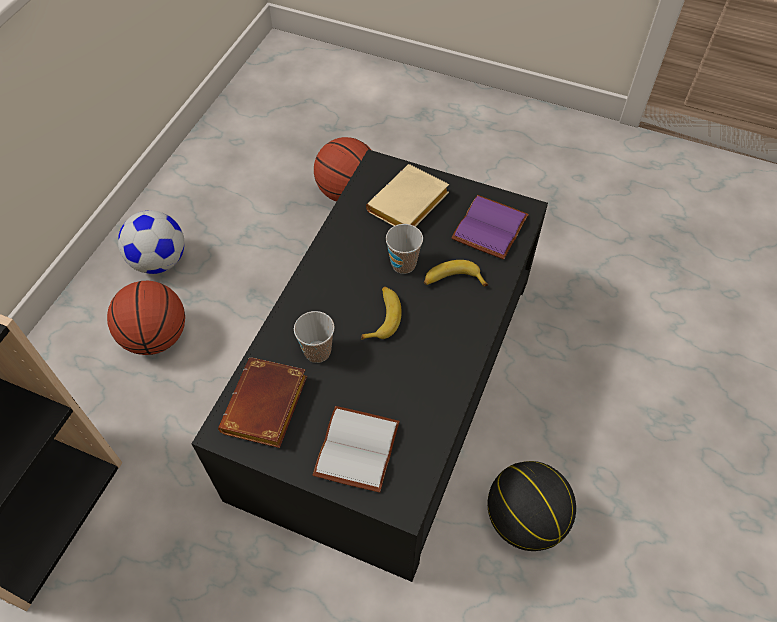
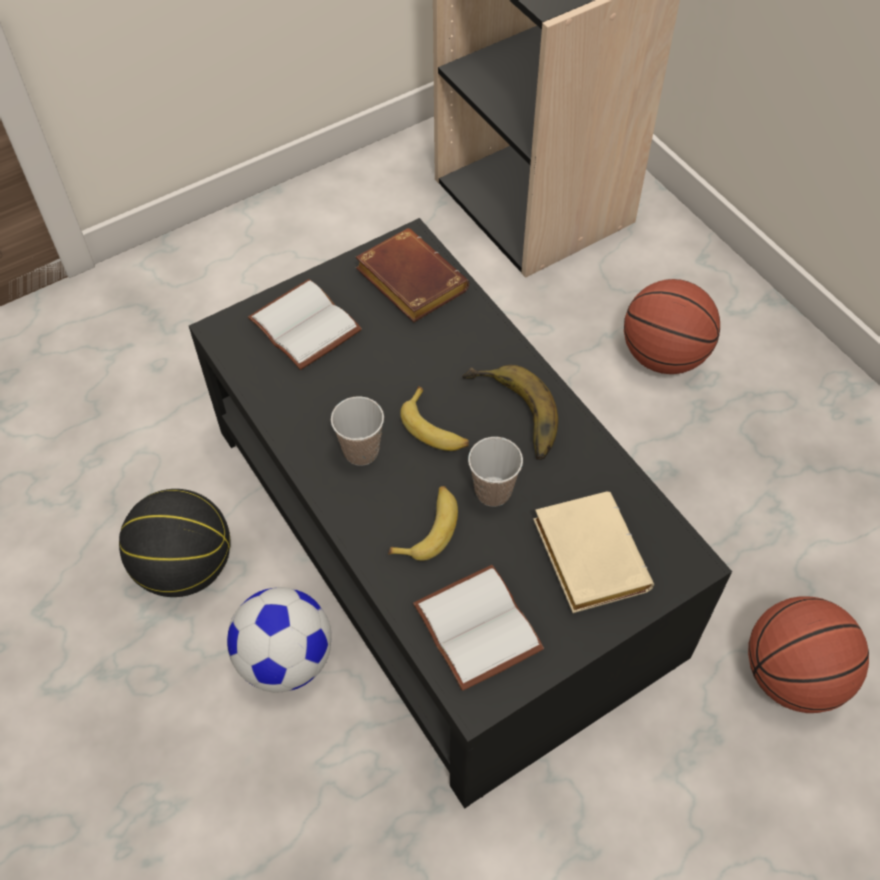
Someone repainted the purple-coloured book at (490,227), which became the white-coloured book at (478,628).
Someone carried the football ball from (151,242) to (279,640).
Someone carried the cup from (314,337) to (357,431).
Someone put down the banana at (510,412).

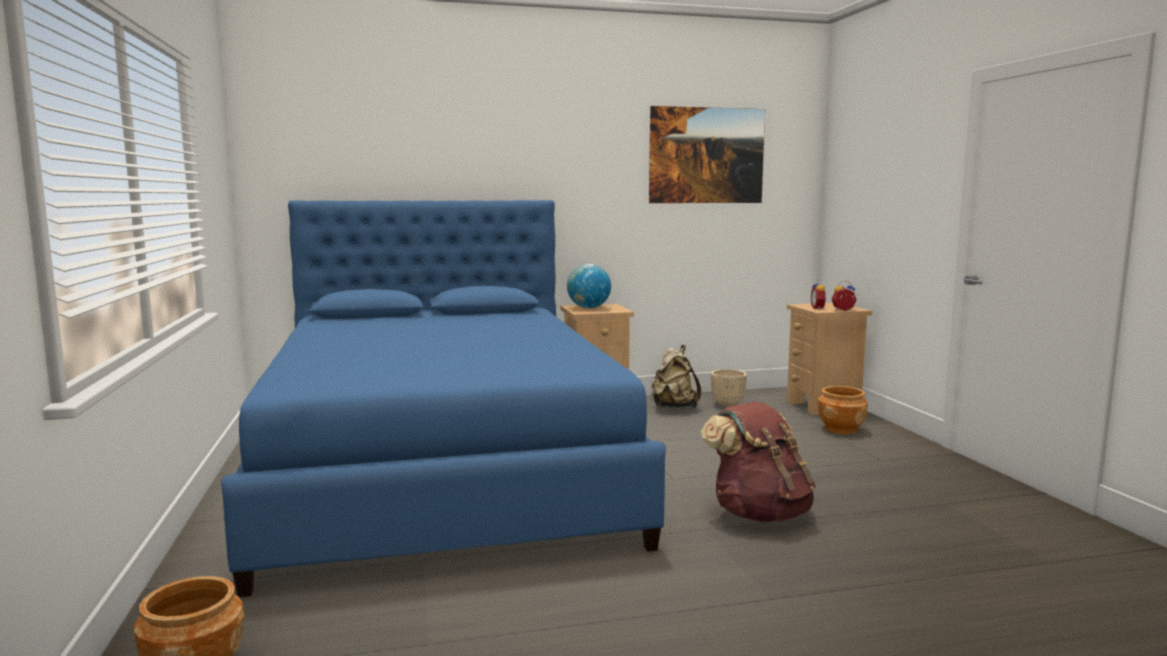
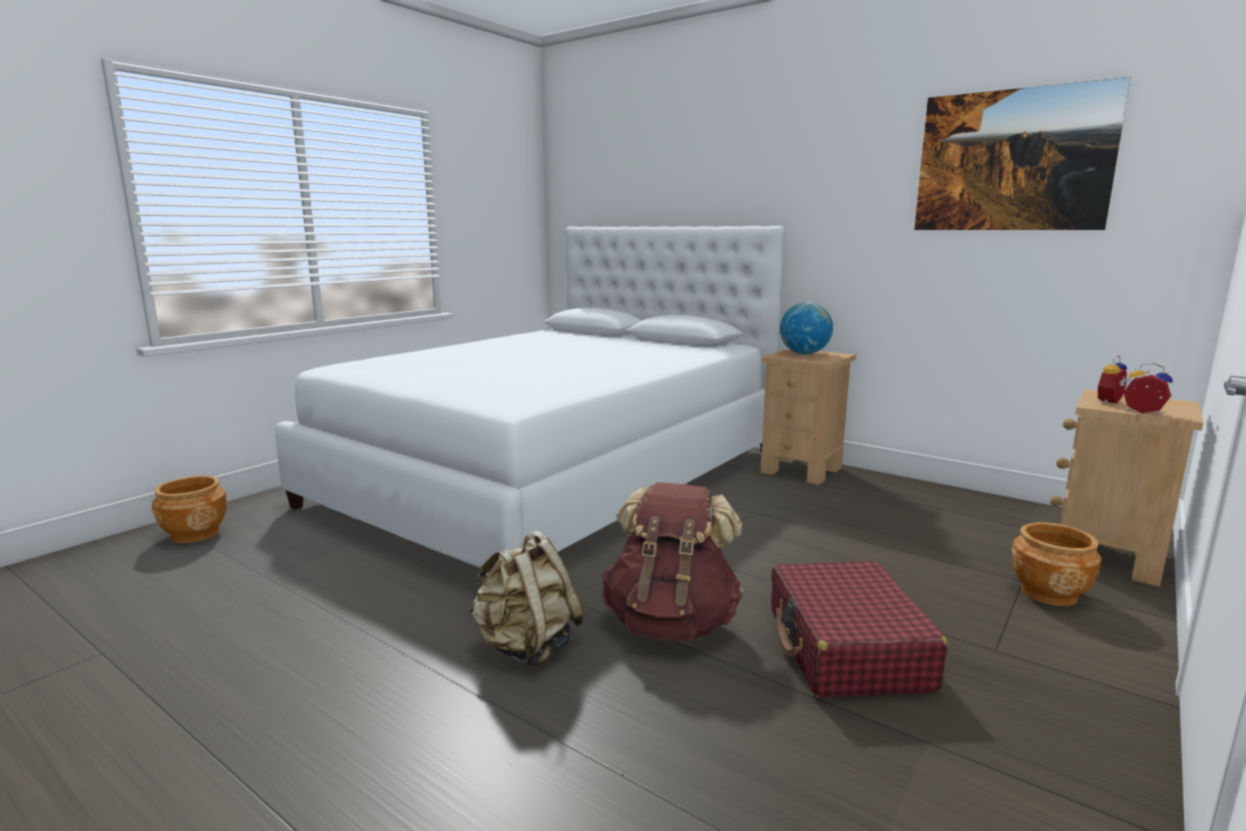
Someone repainted the blue-coloured bedroom bed at (443,398), which became the white-coloured bedroom bed at (530,397).
Someone carried the sand-coloured backpack from (676,376) to (526,599).
Someone took away the sand-coloured planter at (729,388).
Someone put down the red piece of luggage at (859,629).

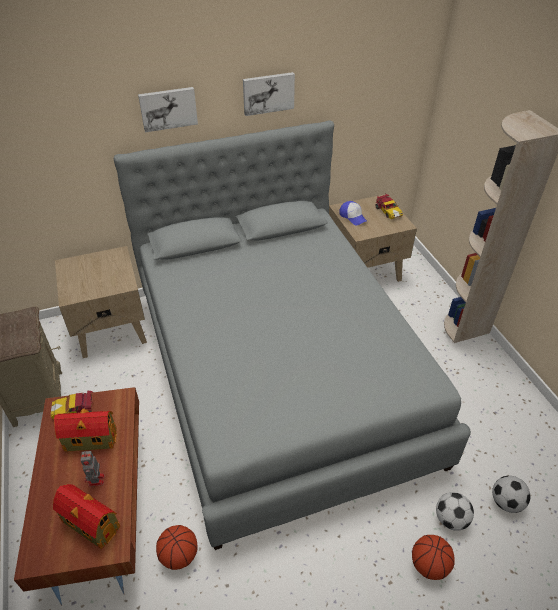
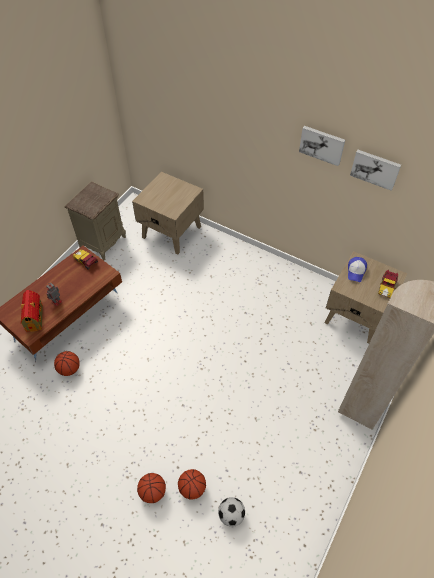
Someone carried the wall art from (168,109) to (375,170).
Someone took away the gray bedroom bed at (292,335).
Someone took away the toy house at (85,430).
Someone swapped the football ball at (455,511) for the basketball at (192,484).

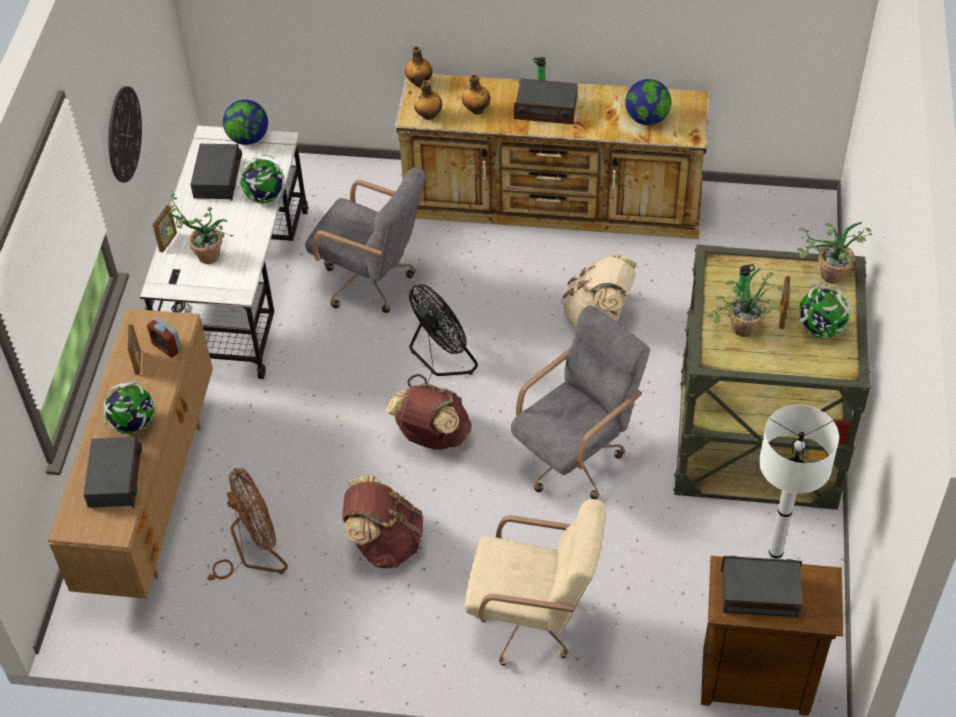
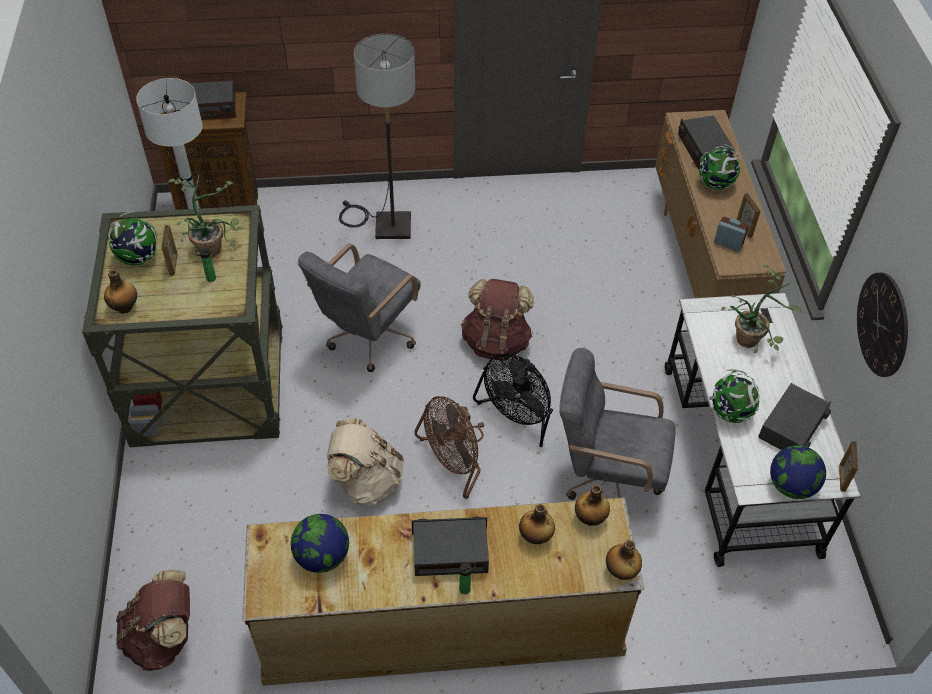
Someone rotated the radio receiver at (216,171) by 135 degrees counterclockwise.
Someone carried the picture frame from (165,229) to (848,466).
Someone swapped the potted plant at (834,253) for the bottle at (120,291).
Someone carried the brownish cooling fan from (247,524) to (449,447).
Someone carried the brownish backpack from (382,521) to (153,620).
Someone swapped the sand-coloured computer chair at (535,582) for the floor lamp at (377,136).

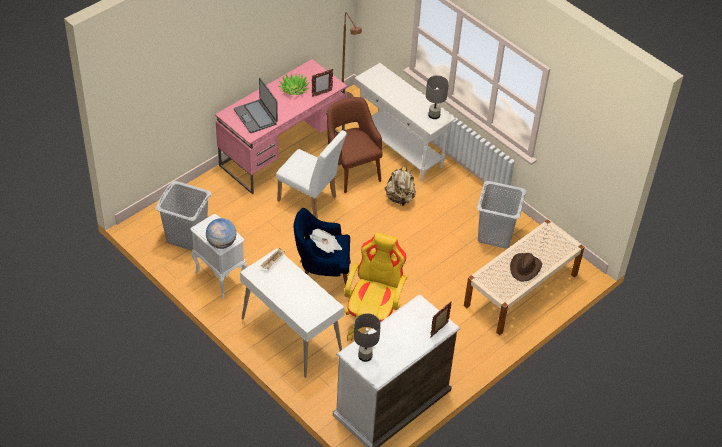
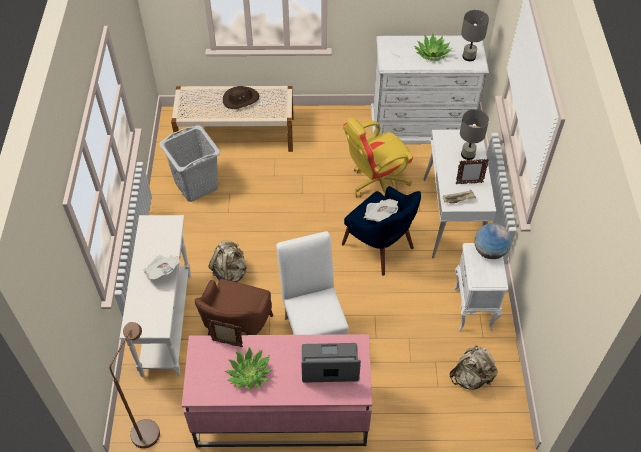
Someone carried the gray tabletop lamp from (437,97) to (474,134).
Someone rotated the notebook computer at (256,105) by 105 degrees counterclockwise.
Someone swapped the gray hamper at (183,216) for the sand-coloured backpack at (473,367).
Someone carried the picture frame from (441,319) to (472,171).
Someone put down the potted plant at (433,47).
Someone put down the daily paper at (161,267).

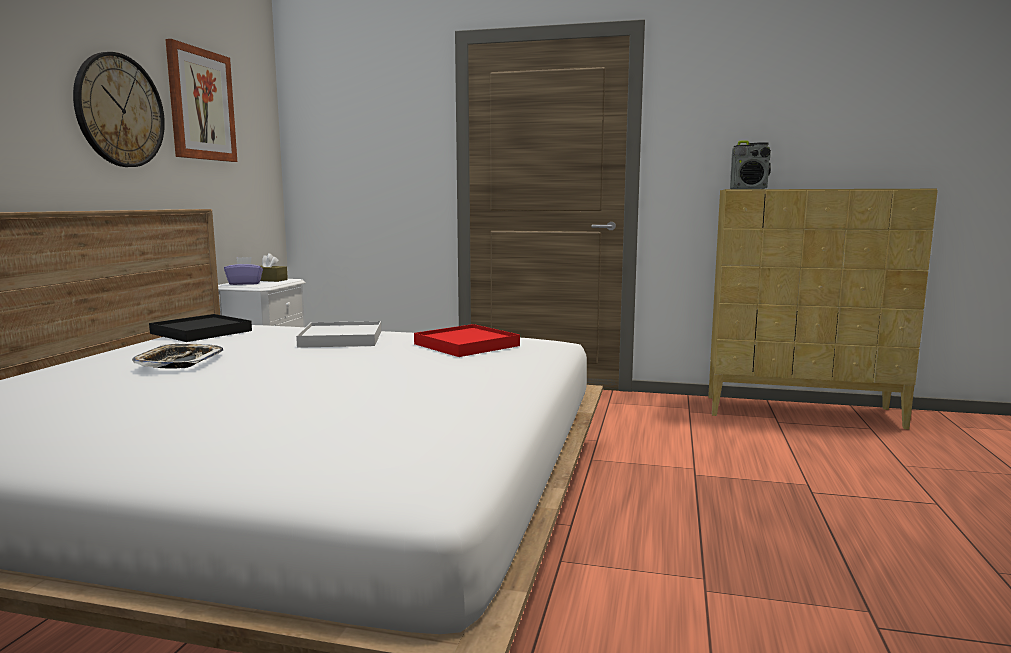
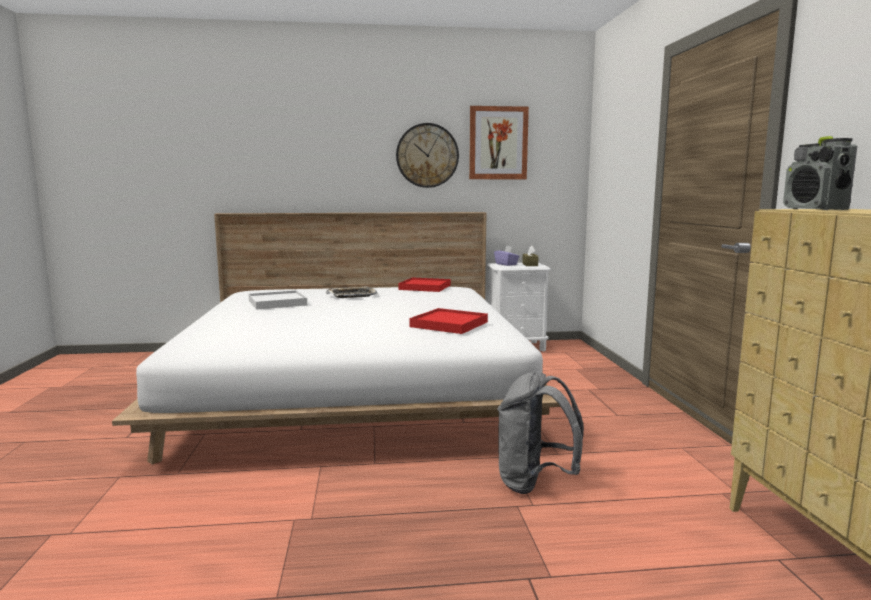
Someone repainted the black-coloured tray at (200,328), which became the red tray at (424,284).
Someone carried the white-coloured tray from (338,334) to (277,300).
Someone put down the gray backpack at (540,433).

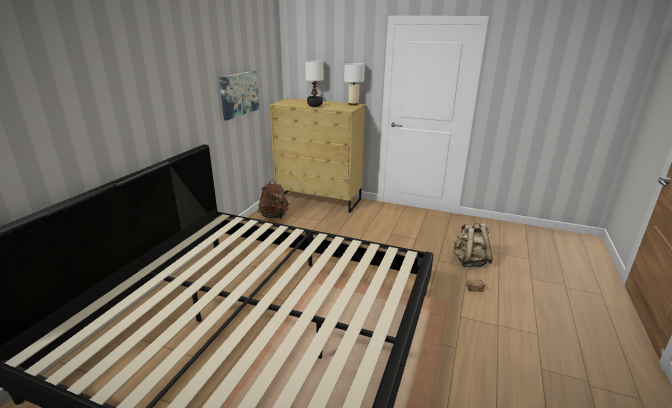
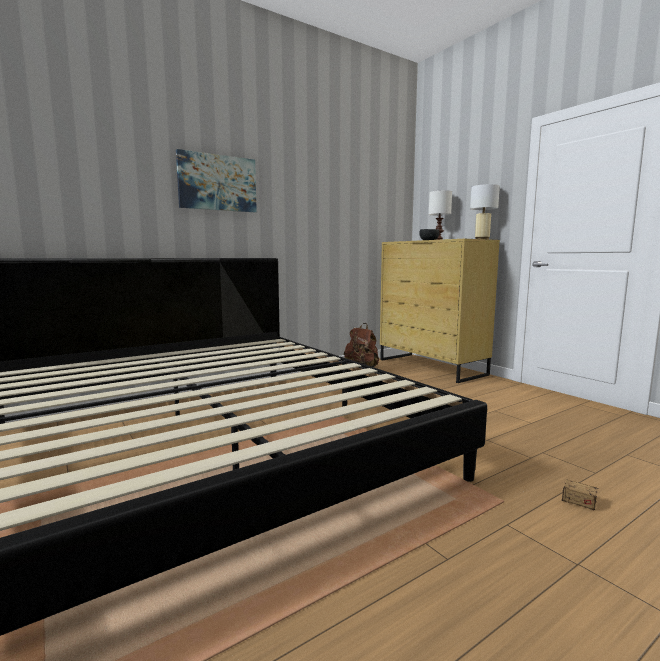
Someone carried the wall art from (239,96) to (216,180).
Someone took away the sand-coloured backpack at (473,245).

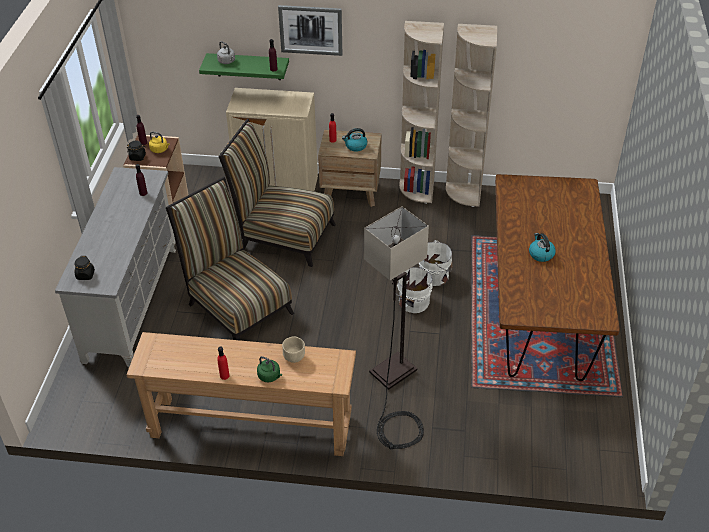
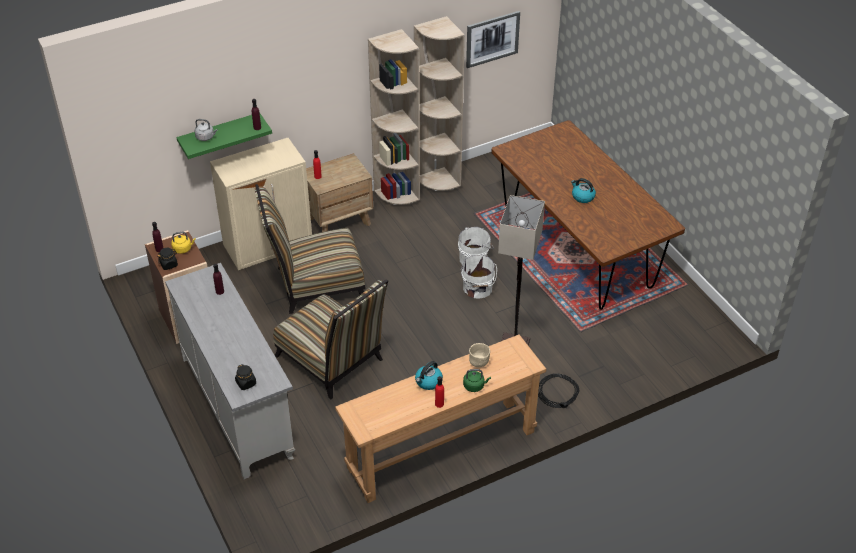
Someone carried the wall art from (310,30) to (493,39).
Someone carried the tea kettle from (354,140) to (429,375).
Someone rotated the chair at (230,258) by 150 degrees counterclockwise.

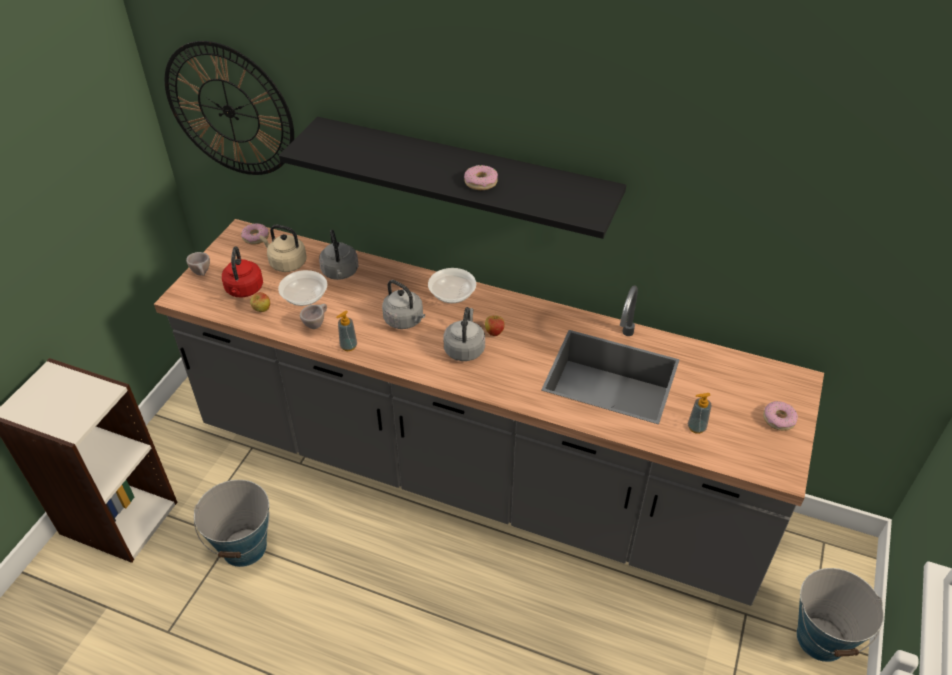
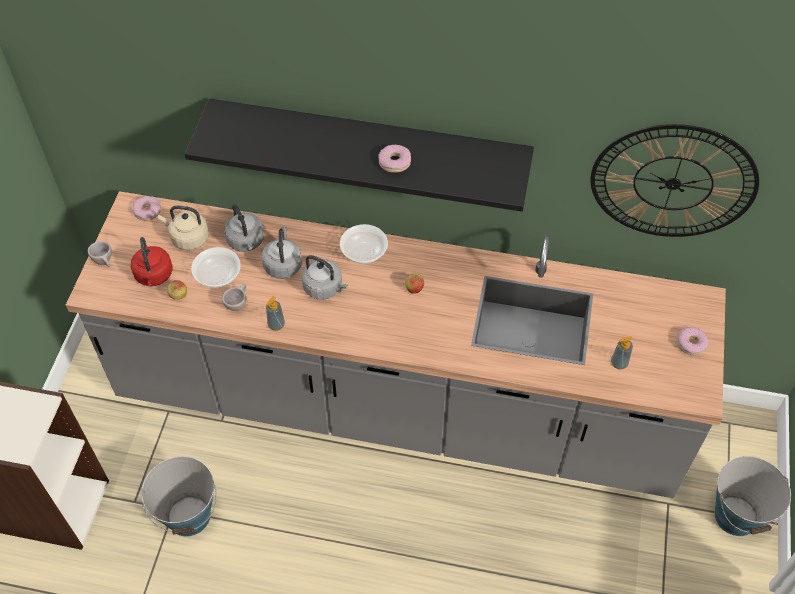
Someone carried the hanging clock from (229,108) to (675,180).
Someone carried the gray tea kettle from (464,334) to (282,252).

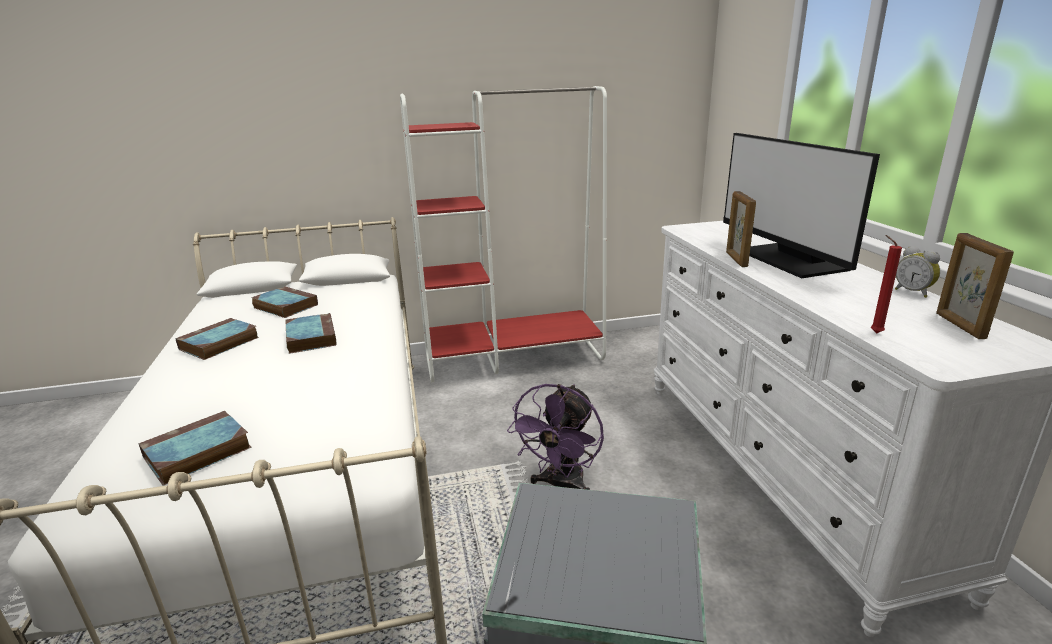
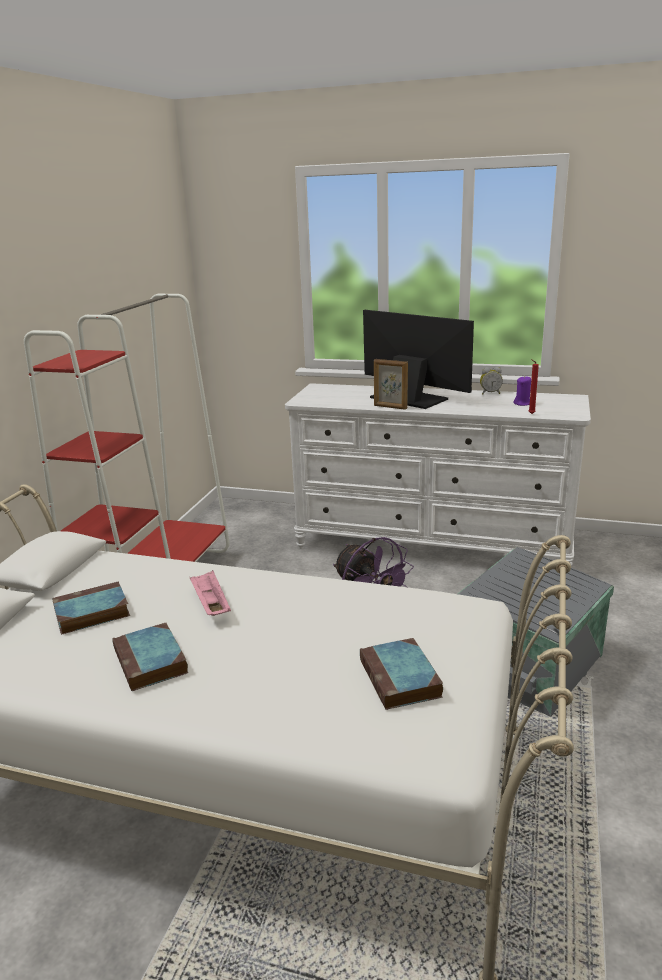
Someone rotated the computer display at (801,205) by 150 degrees counterclockwise.
Someone took away the picture frame at (975,286).
Someone swapped the book at (310,333) for the pink tray at (210,593).
Someone put down the purple-coloured candle at (522,391).

